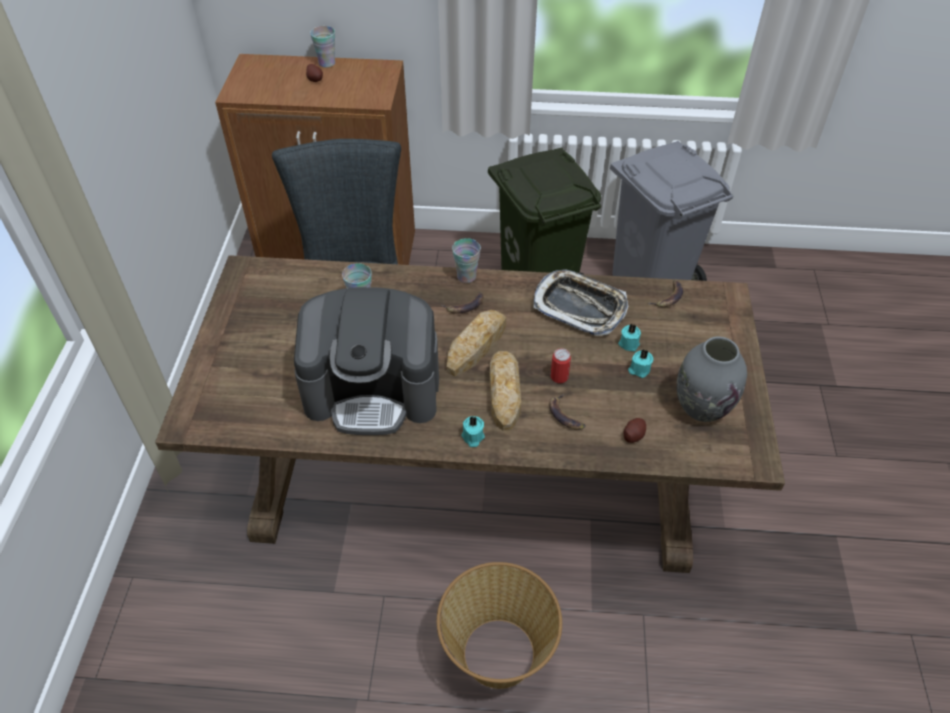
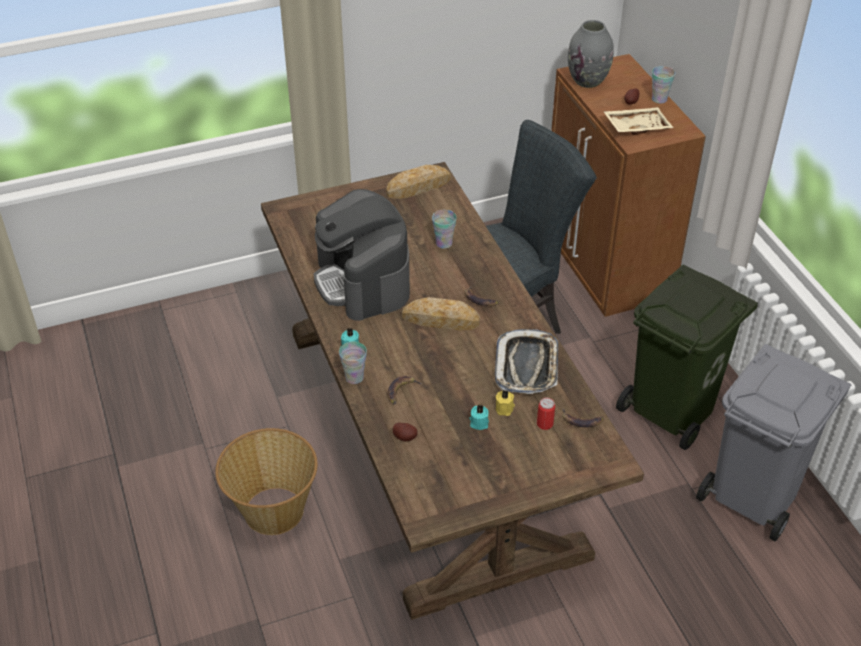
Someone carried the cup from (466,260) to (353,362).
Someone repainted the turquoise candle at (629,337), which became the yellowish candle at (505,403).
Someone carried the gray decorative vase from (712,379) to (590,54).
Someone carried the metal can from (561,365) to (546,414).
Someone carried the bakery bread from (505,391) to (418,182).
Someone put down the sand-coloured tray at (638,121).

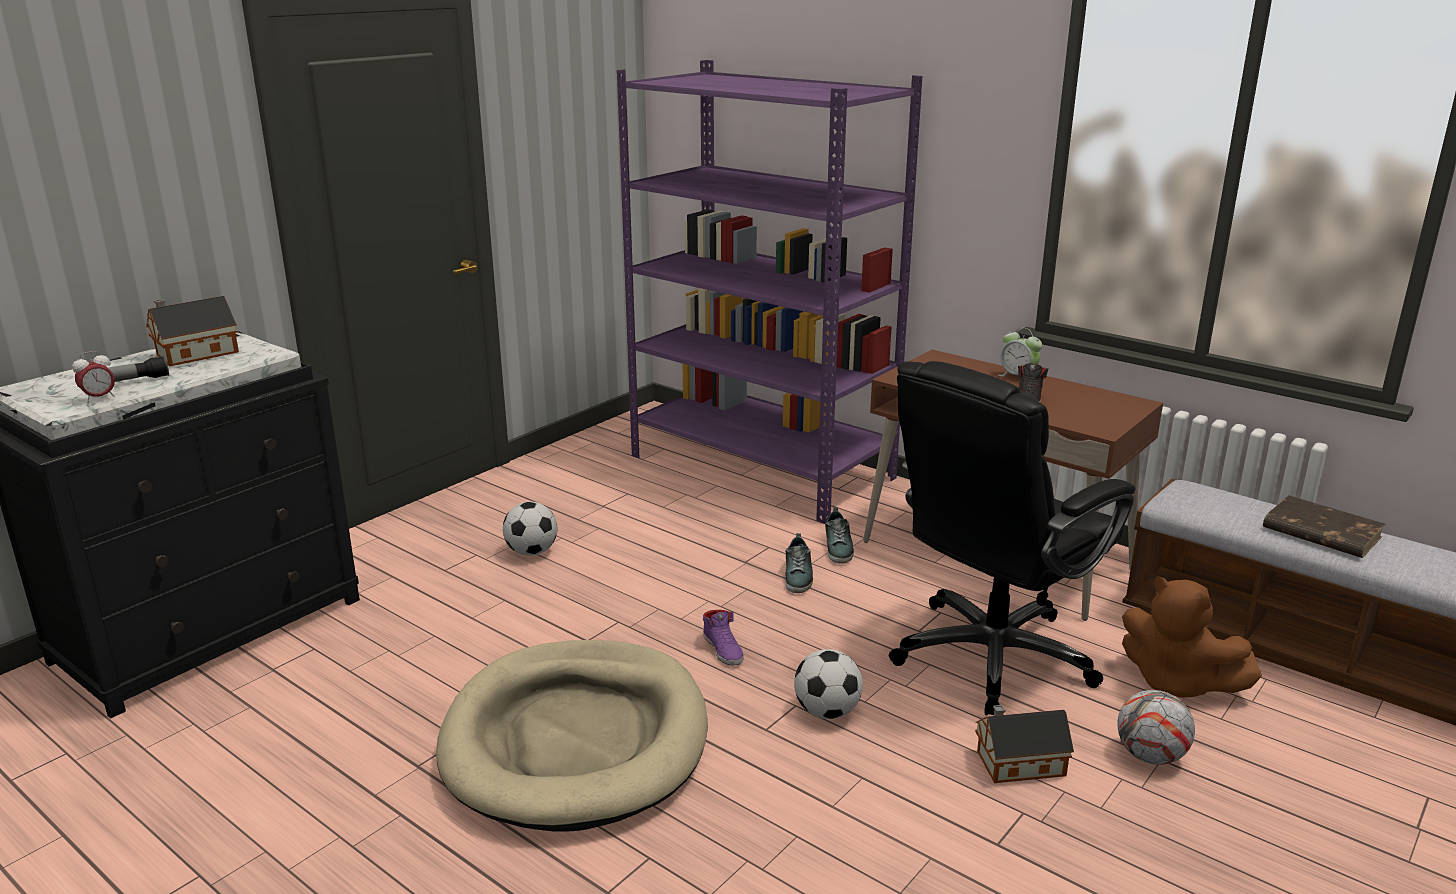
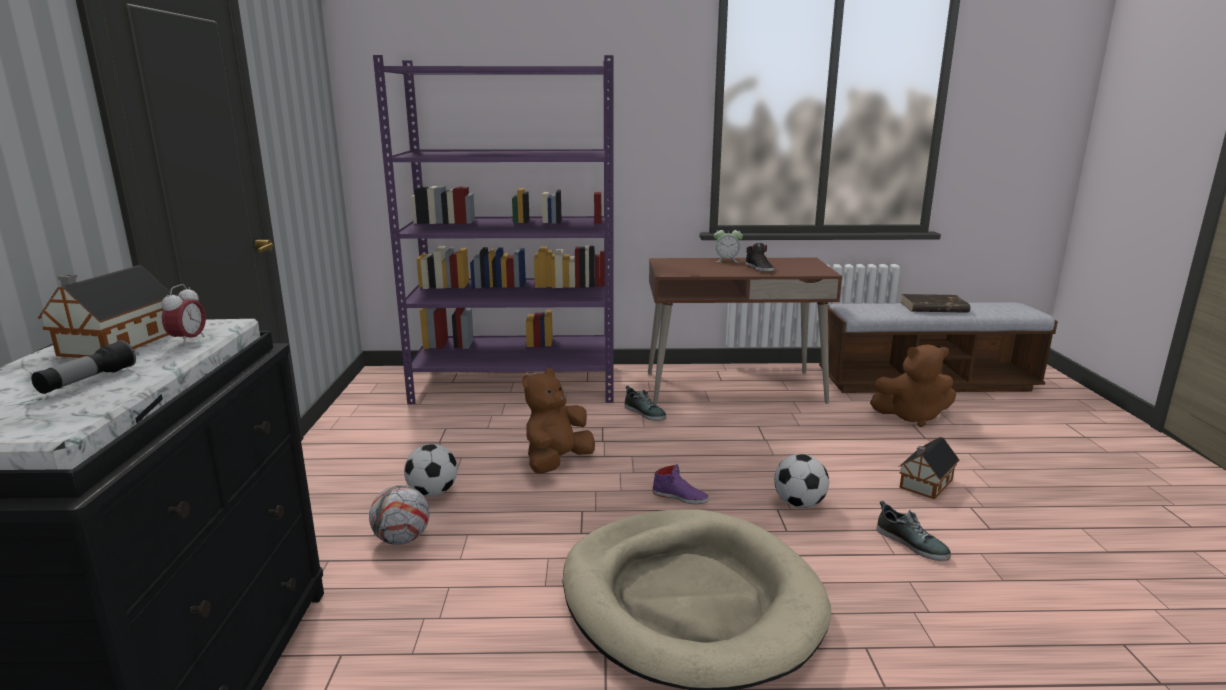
Someone carried the alarm clock from (93,376) to (184,315).
Someone took away the black-coloured computer chair at (1012,538).
Someone carried the item of footwear from (799,563) to (913,531).
Someone carried the football ball from (1156,727) to (399,515).
Someone put down the brownish cuddly toy at (558,421).

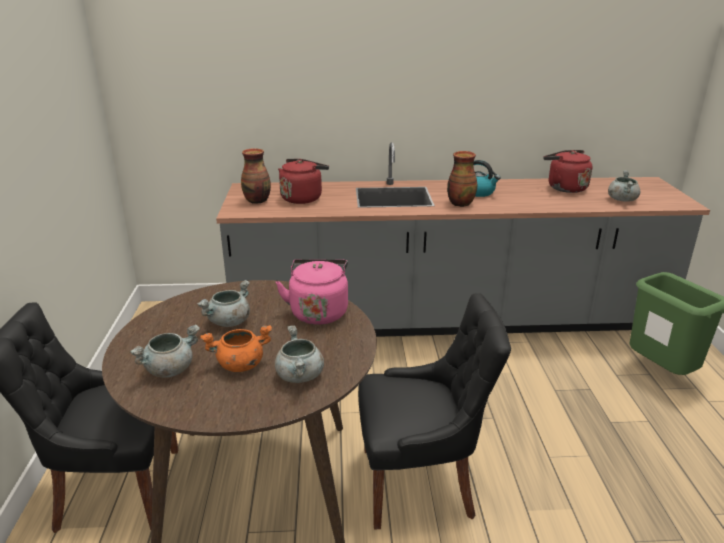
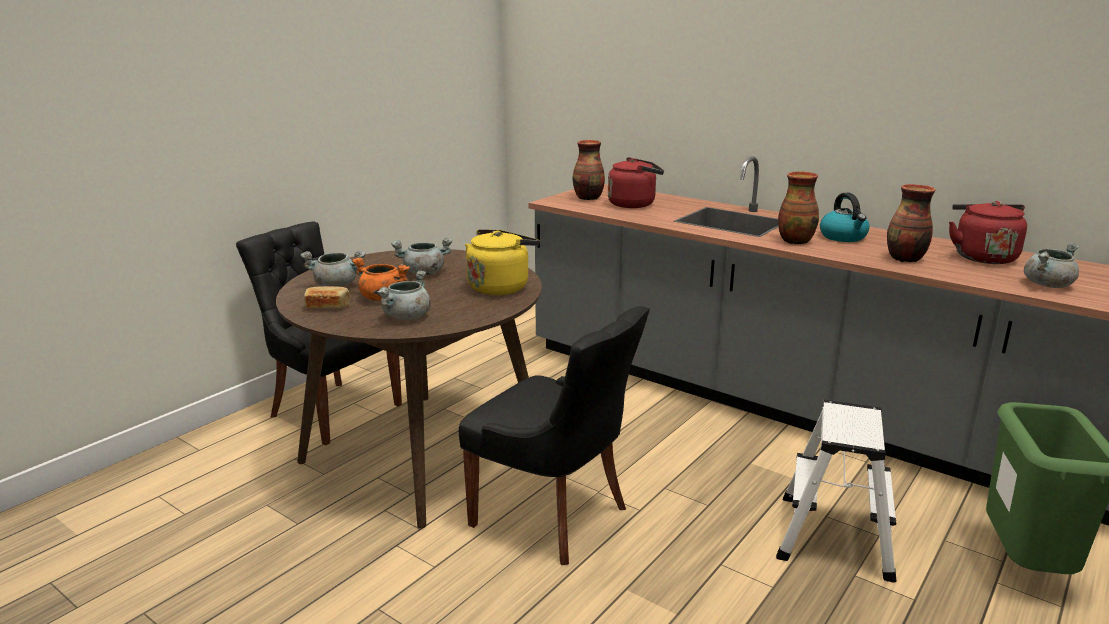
Someone repainted the pink tea kettle at (312,292), which became the yellowish tea kettle at (502,262).
Someone put down the decorative vase at (911,223).
Someone put down the bakery bread at (327,297).
Someone put down the white-coloured step stool at (836,491).

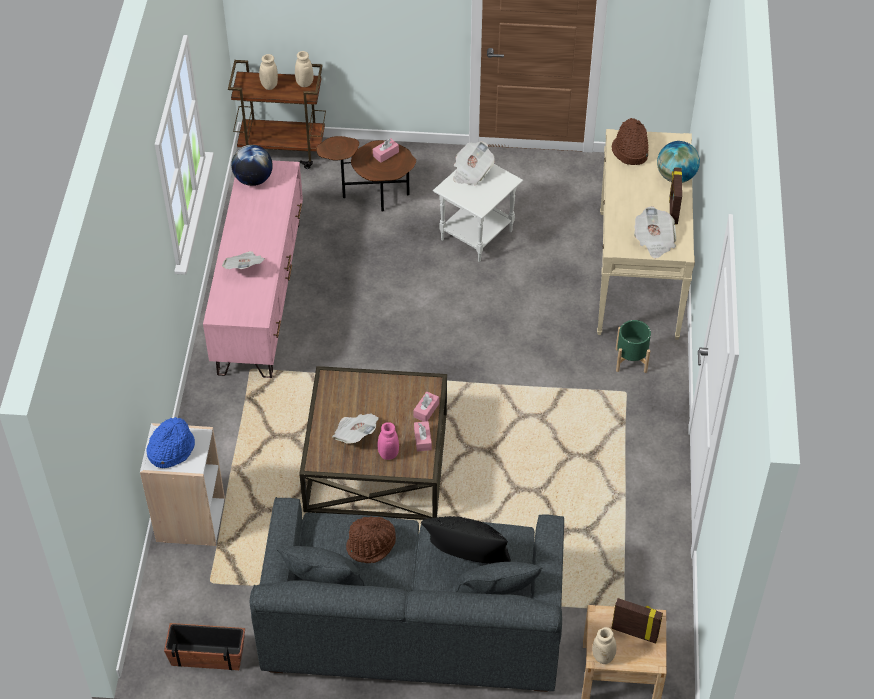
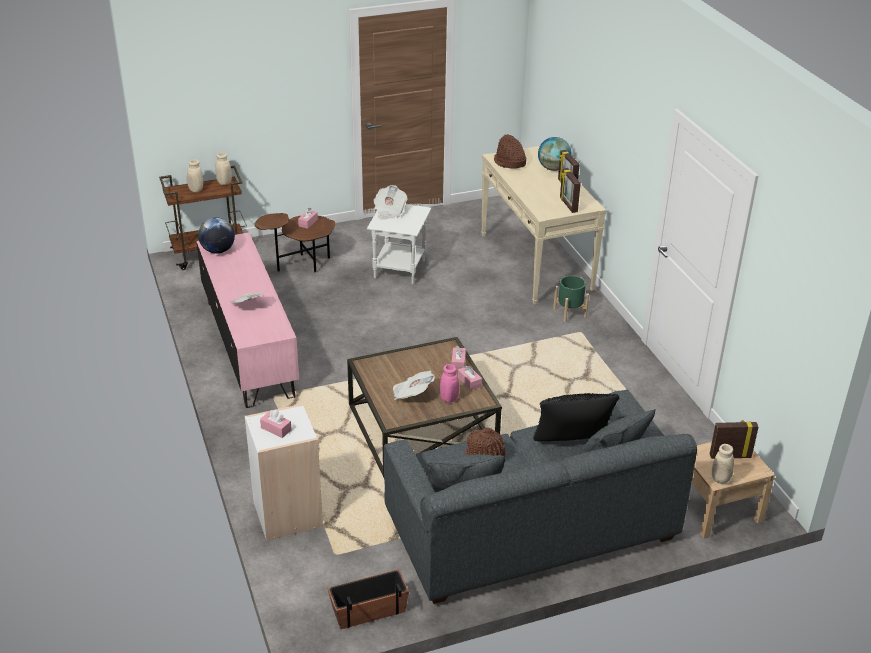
Someone swapped the daily paper at (655,232) for the picture frame at (570,190).
Someone swapped the blue-coloured hat at (170,442) for the pink tissue holder at (276,424).

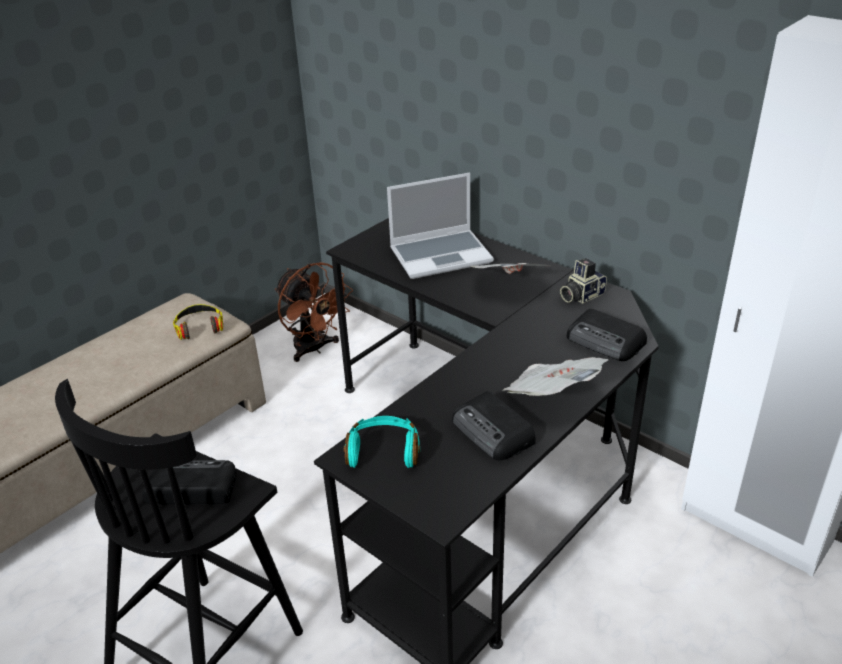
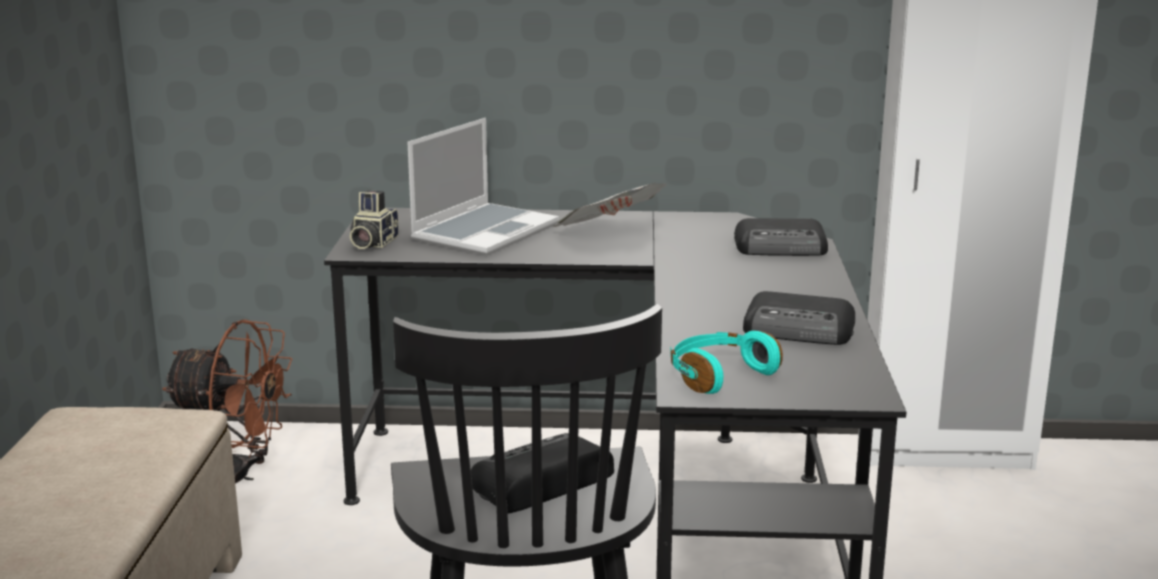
Someone carried the still camera from (583,281) to (374,219).
Someone took away the pair of headphones at (198,322).
Someone took away the daily paper at (555,376).

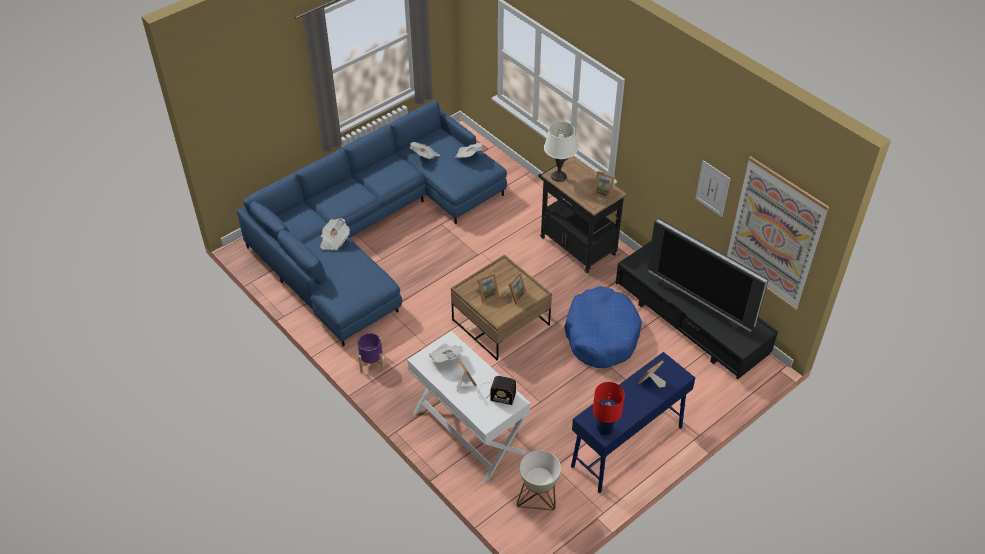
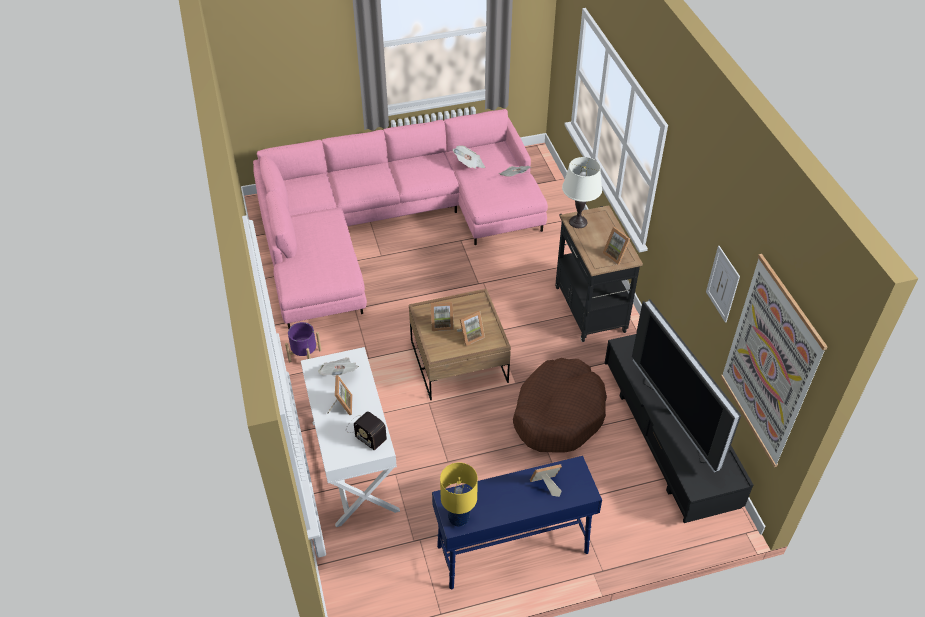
Someone repainted the blue-coloured couch at (372,223), which became the pink couch at (400,219).
Someone took away the daily paper at (335,234).
Someone repainted the blue-coloured dog bed at (603,327), which became the brownish dog bed at (560,405).
Someone repainted the red tabletop lamp at (609,408), which became the yellowish tabletop lamp at (459,495).
Someone took away the planter at (539,480).

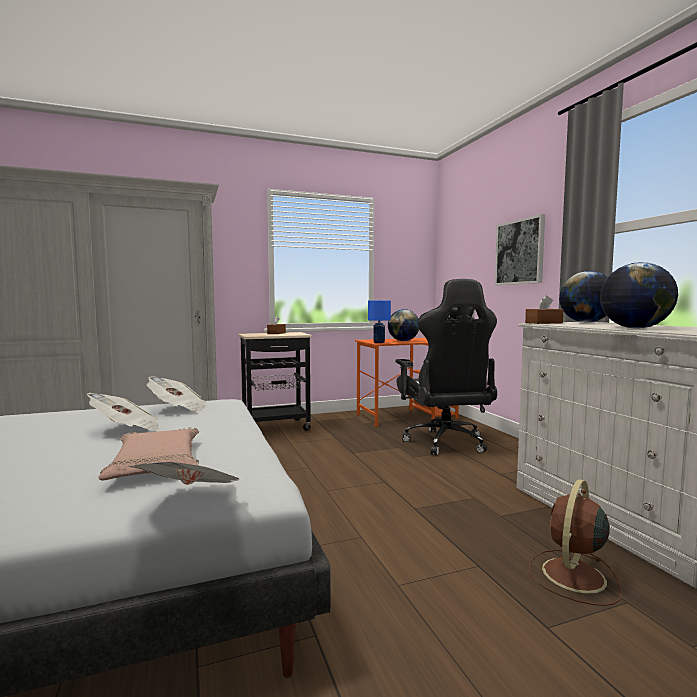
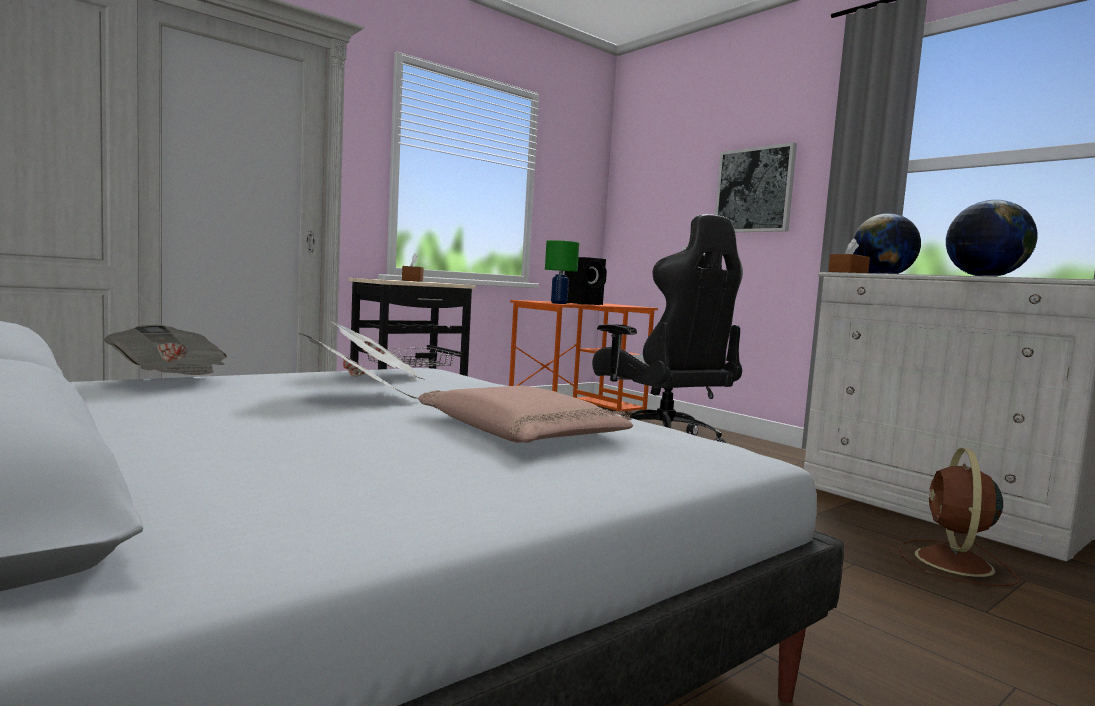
Someone repainted the blue-coloured tabletop lamp at (379,321), which became the green-coloured tabletop lamp at (562,272).
Someone swapped the world globe at (403,325) for the black-coloured speaker at (585,281).
Someone carried the daily paper from (184,473) to (165,350).

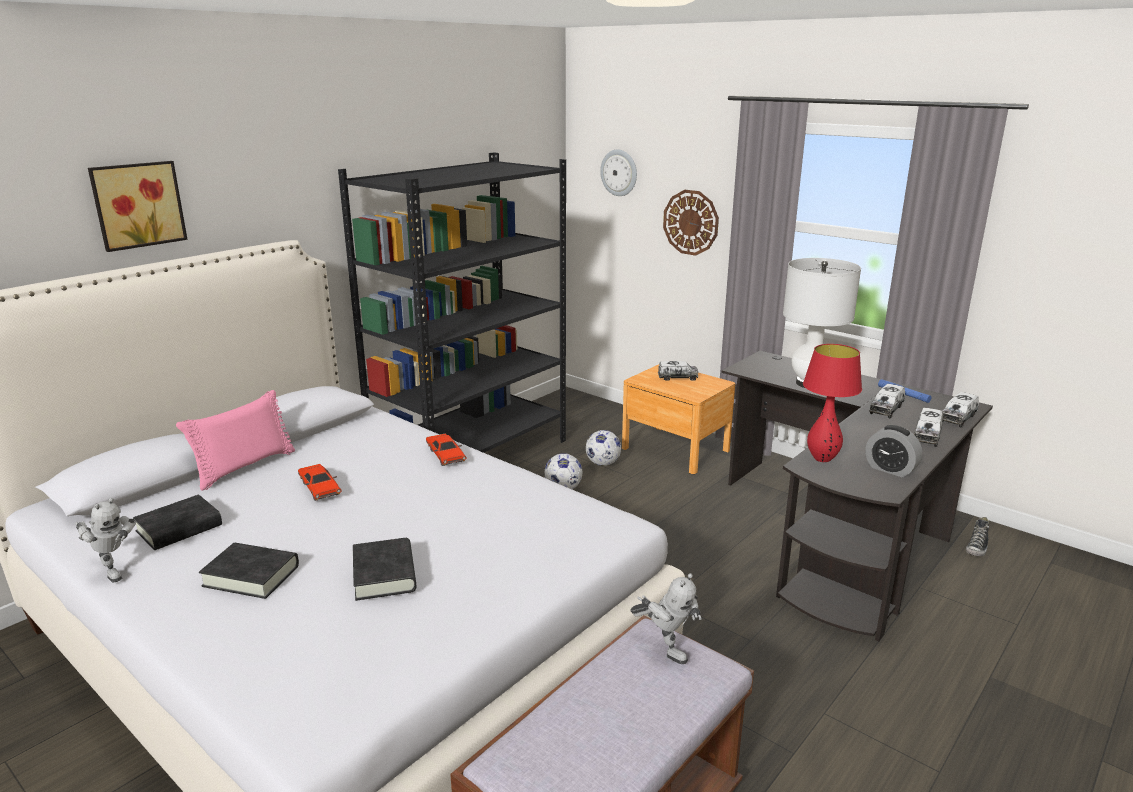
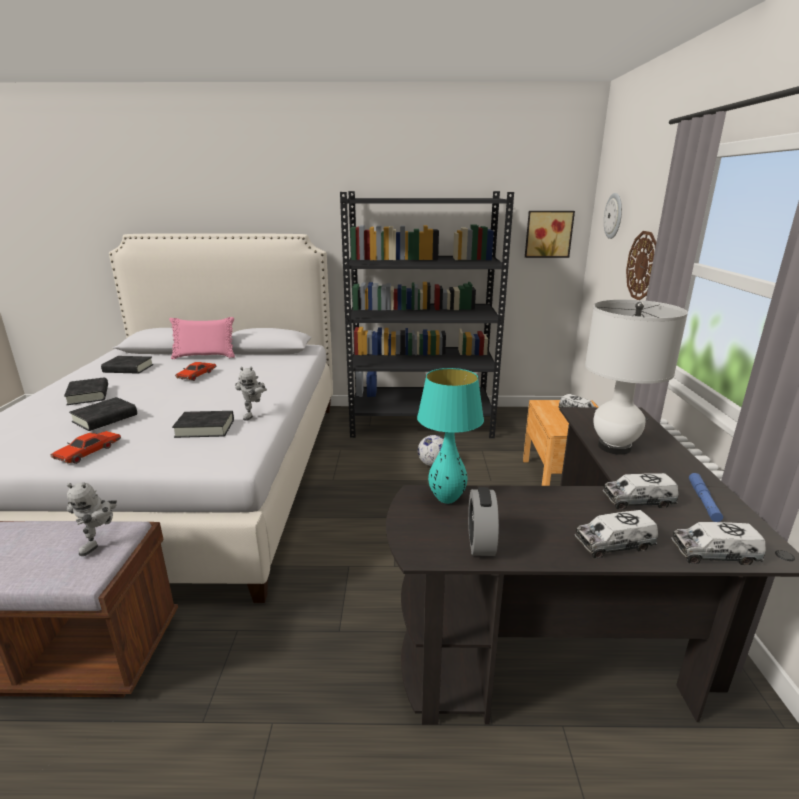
Someone carried the wall art from (138,206) to (550,234).
Someone repainted the red tabletop lamp at (832,403), which became the turquoise tabletop lamp at (450,436).
Someone took away the football ball at (603,448).
Someone carried the red toy car from (446,449) to (86,447).
Someone carried the toy robot from (105,540) to (251,394).
Someone took away the item of footwear at (977,536).
Someone put down the black-coloured book at (203,424).

